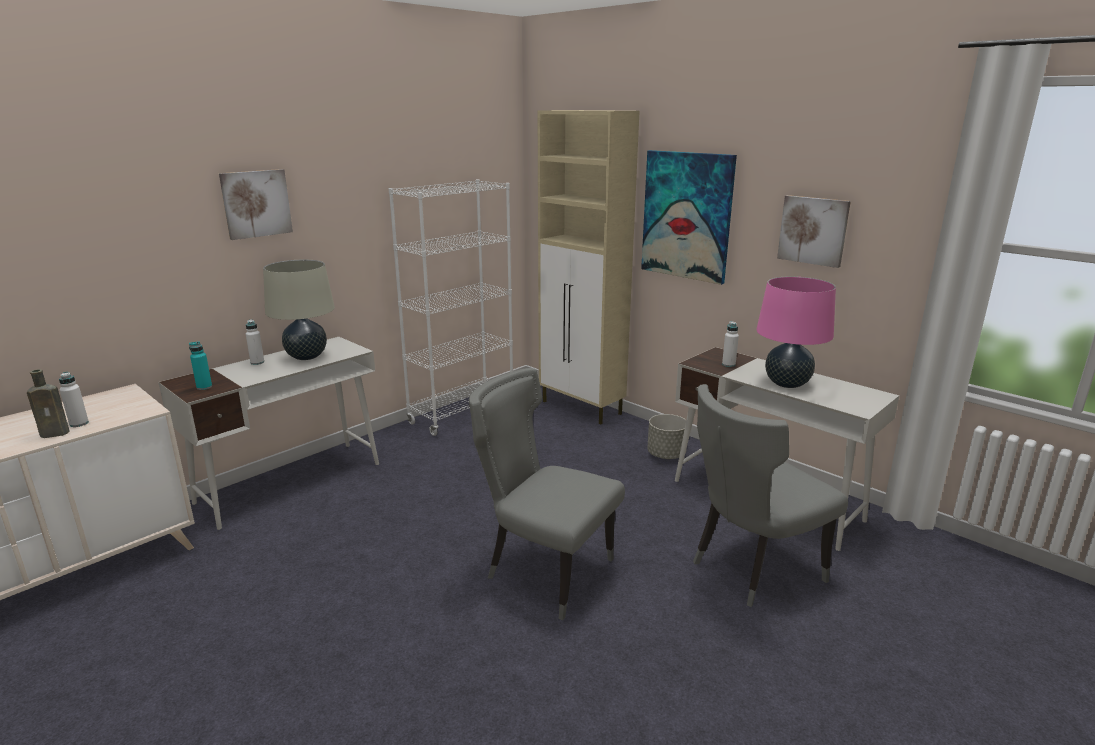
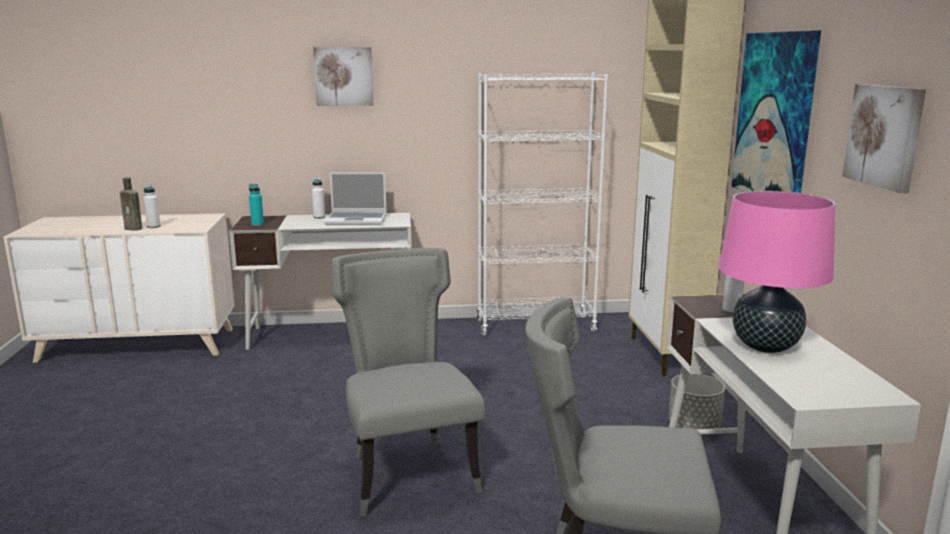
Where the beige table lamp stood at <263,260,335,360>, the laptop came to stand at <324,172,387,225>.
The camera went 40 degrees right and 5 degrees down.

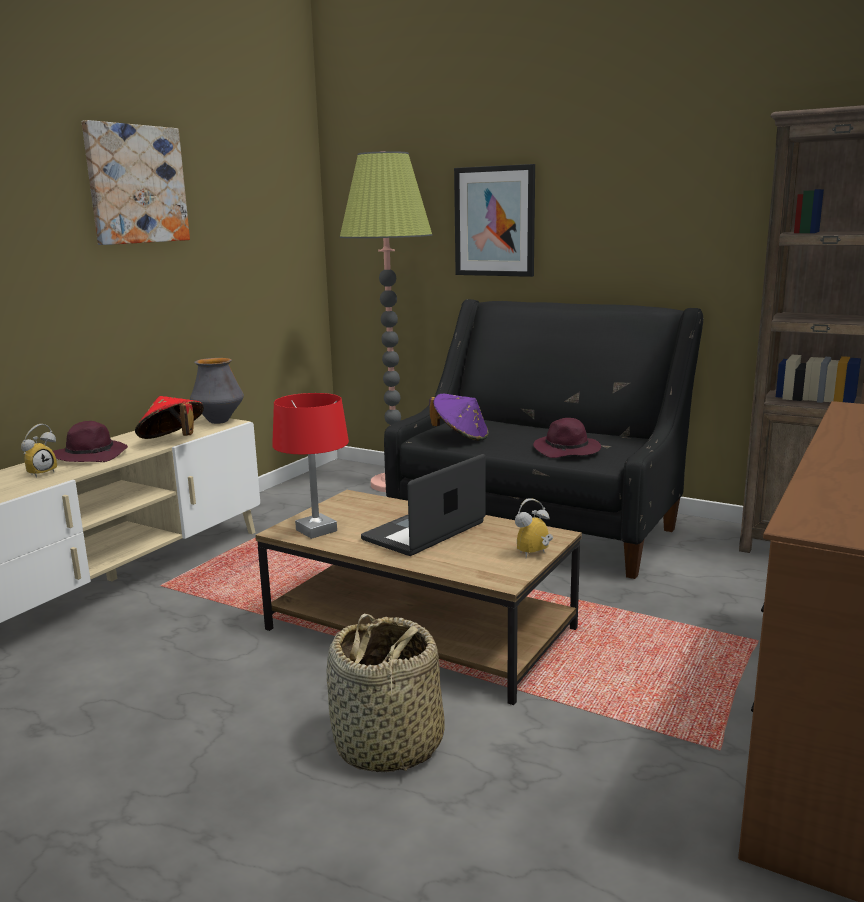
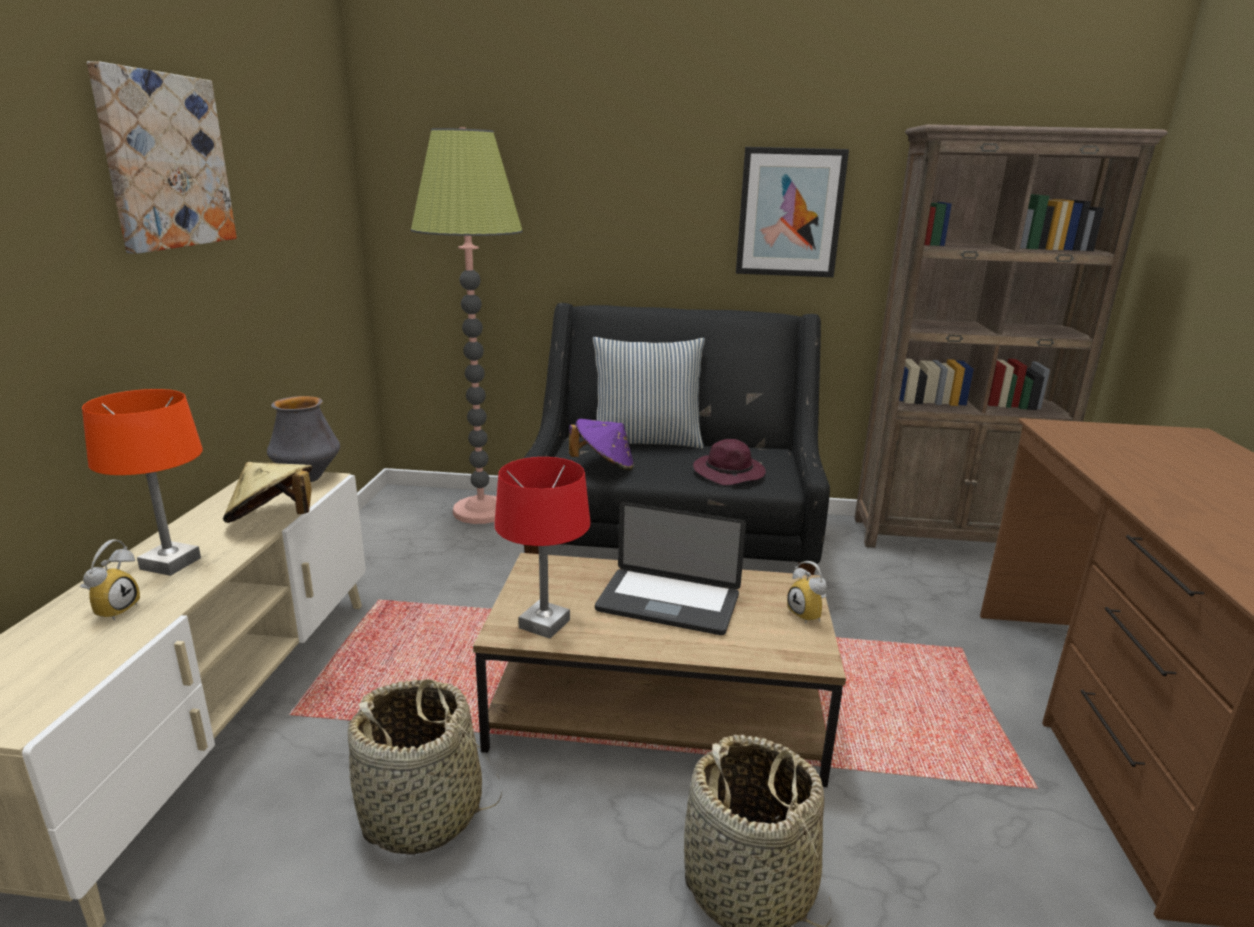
Where the purple hat stood at <53,421,128,462>, the orange table lamp came to stand at <82,389,203,576>.
What was the red hat at <135,396,204,439> turned into the beige hat at <223,462,312,523>.
The second view gained the basket at <347,679,502,854>.
The second view gained the pillow at <593,337,705,449>.
The laptop at <361,454,486,556> ended up facing another way, 90 degrees counterclockwise from before.
The picture ended up elsewhere, having gone from <454,164,535,277> to <736,147,849,277>.
The alarm clock at <515,498,553,558> ended up facing another way, 60 degrees counterclockwise from before.
The camera went 25 degrees left and 5 degrees up.

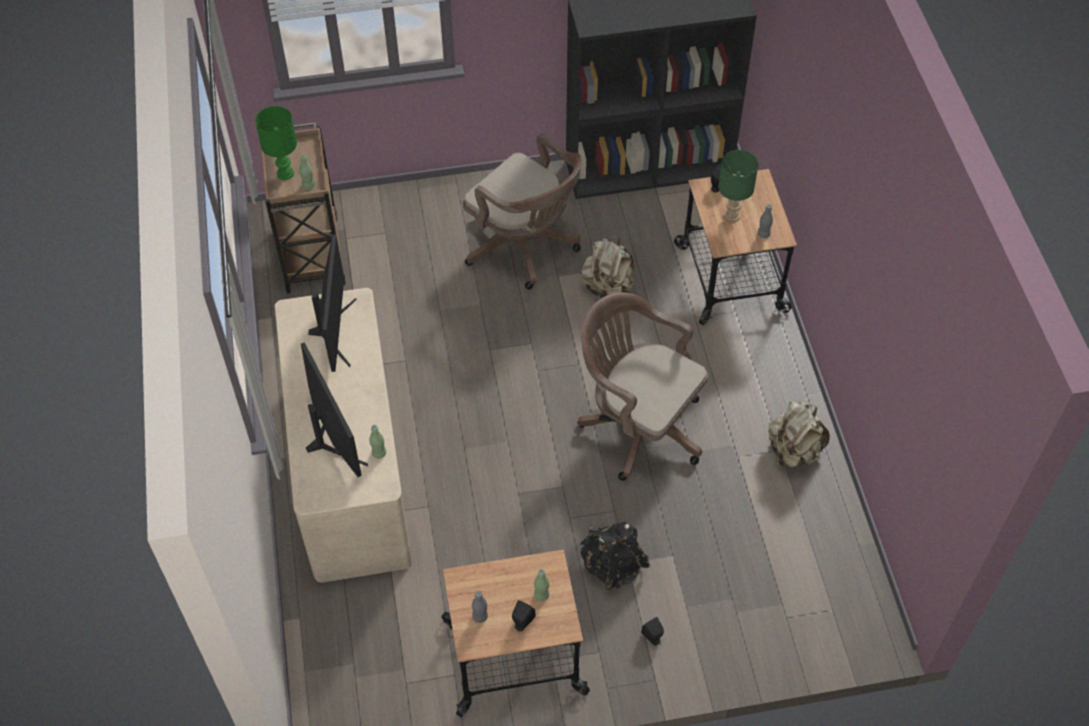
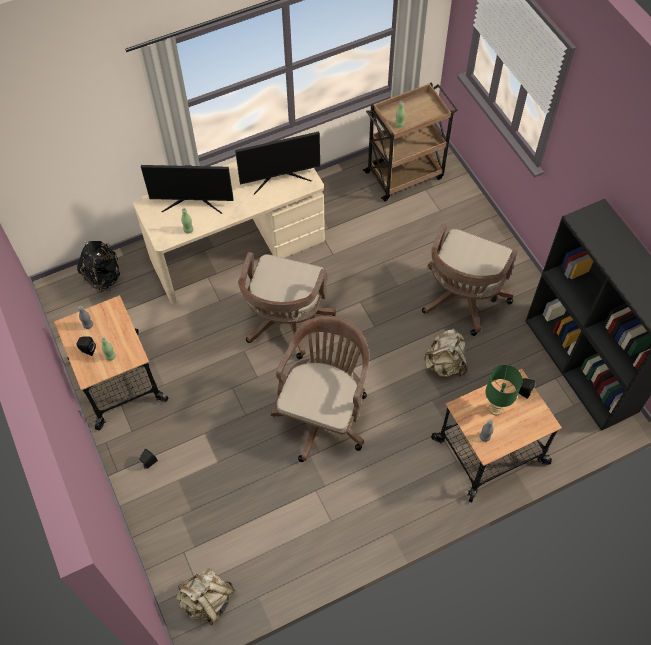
The black backpack ended up elsewhere, having gone from <580,522,650,591> to <77,241,120,293>.
The monitor at <301,342,368,477> ended up facing another way, 45 degrees clockwise from before.
The beige backpack ended up elsewhere, having gone from <768,402,830,467> to <176,569,235,625>.
The second view gained the brown office chair at <238,252,336,359>.
The second view lost the green table lamp at <255,106,297,180>.
The camera went 75 degrees right and 5 degrees up.

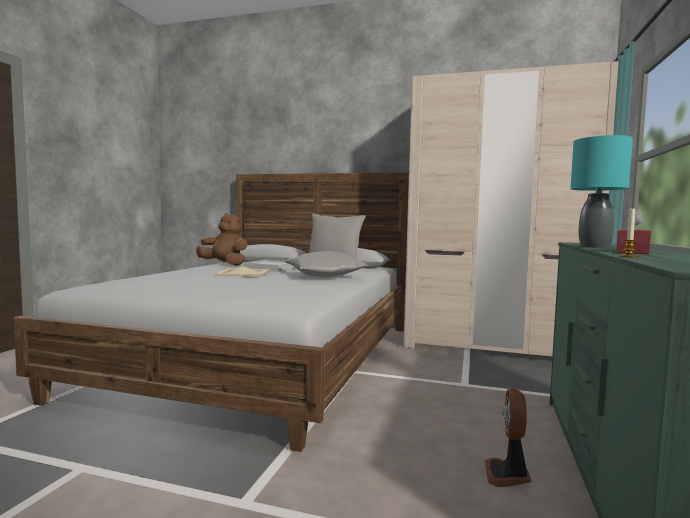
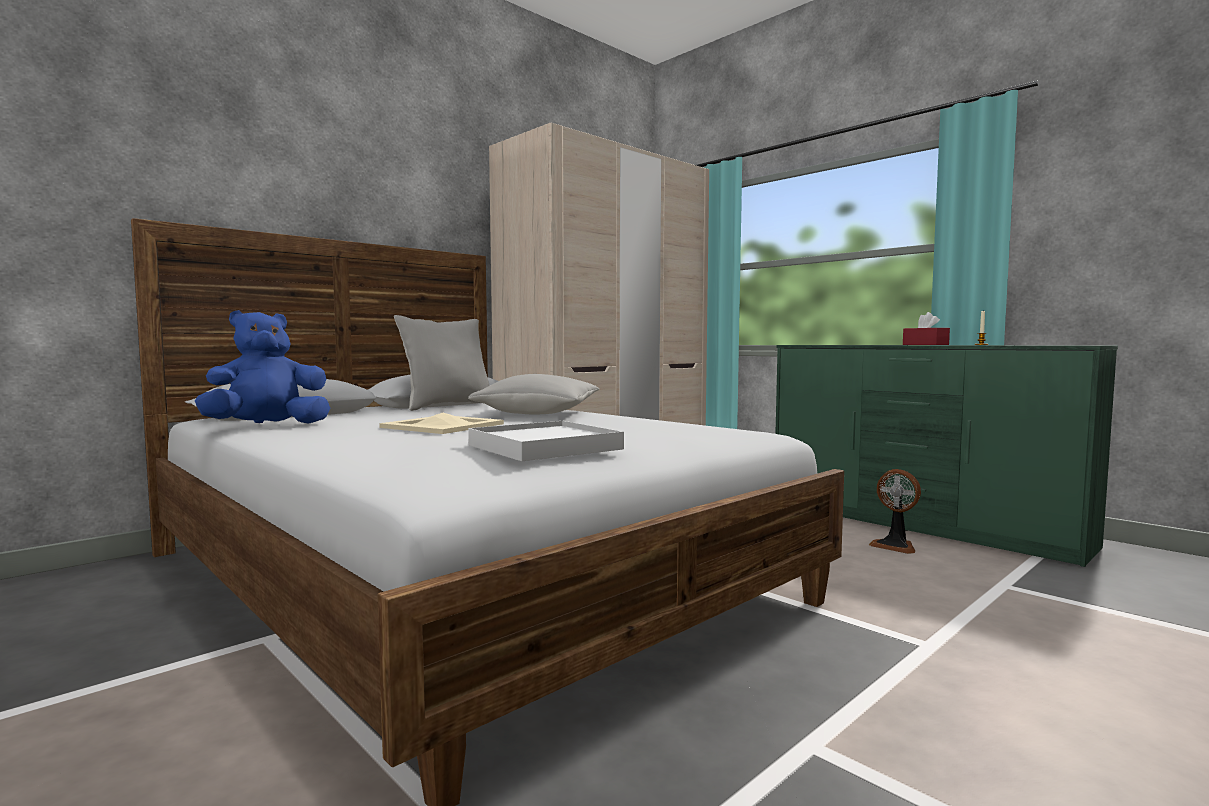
What was the brown plush toy at <196,213,247,266> turned into the blue plush toy at <195,310,330,424>.
The white tray ended up elsewhere, having gone from <243,260,295,272> to <468,421,624,461>.
The second view lost the turquoise table lamp at <570,135,633,248>.
The camera went 60 degrees left and 0 degrees up.

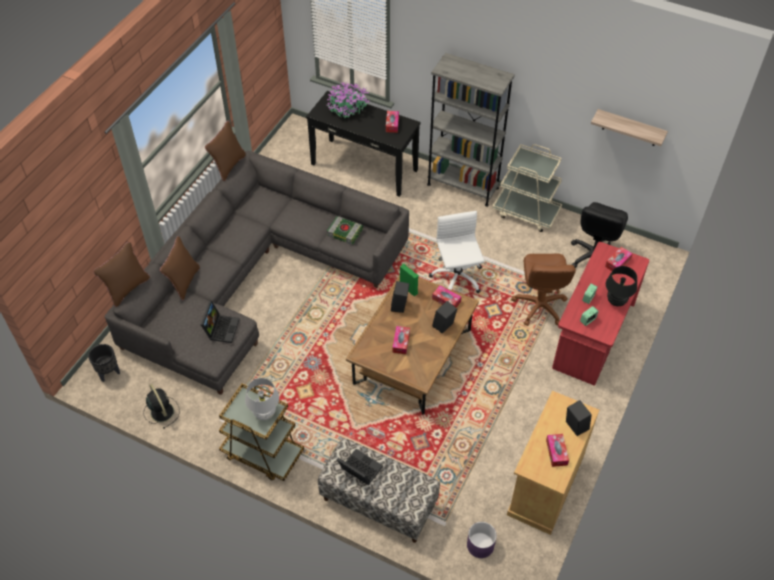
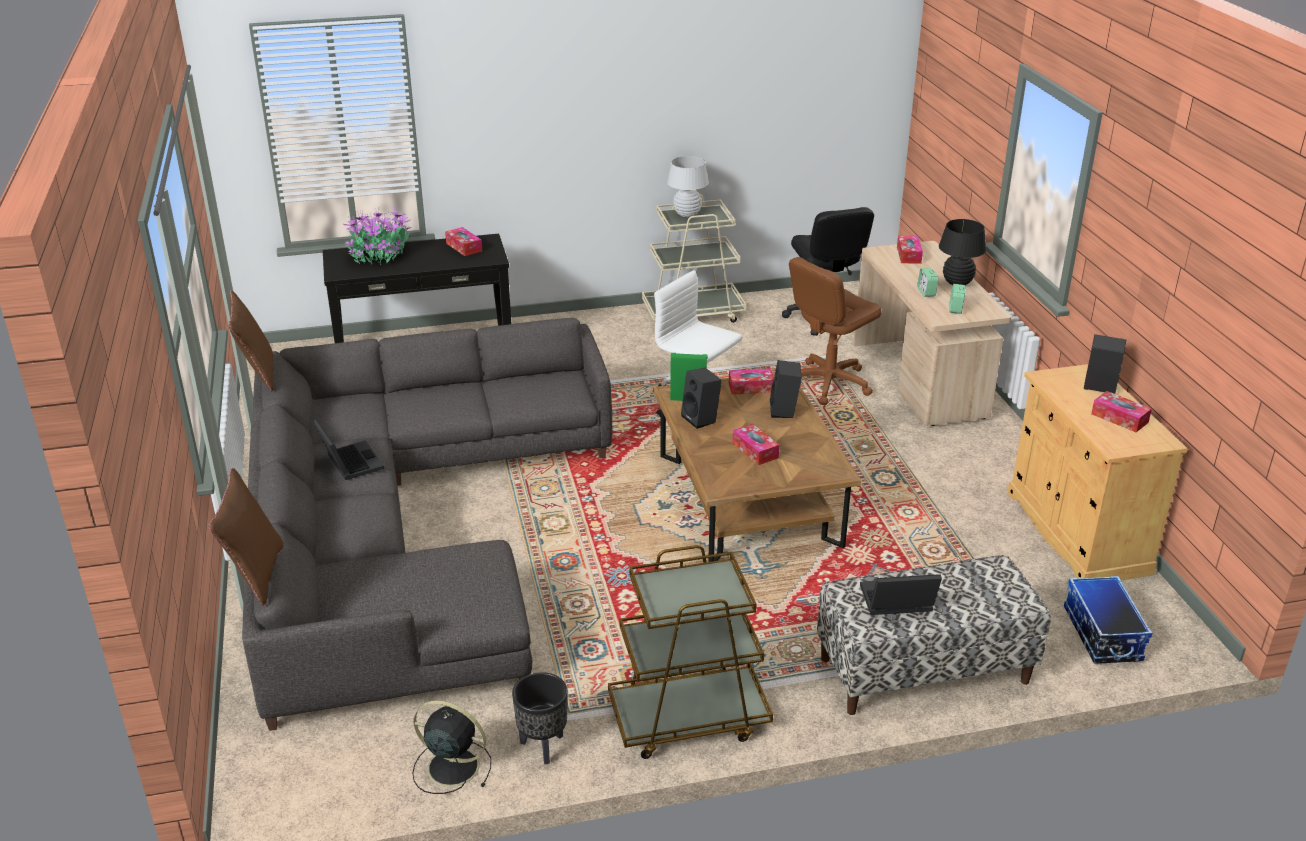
The laptop ended up elsewhere, having gone from <201,301,240,343> to <313,419,384,480>.
The black planter ended up elsewhere, having gone from <88,344,120,382> to <512,672,568,765>.
The white table lamp ended up elsewhere, having gone from <245,378,279,420> to <667,156,709,217>.
The brown office chair at <511,254,576,326> ended up facing another way, 90 degrees clockwise from before.
What was the red desk at <552,242,649,386> turned into the beige desk at <853,241,1012,426>.
Where the purple planter stood at <467,522,497,558>, the storage box came to stand at <1064,576,1153,664>.
The second view lost the brown pillow at <160,236,200,300>.
The second view lost the book at <327,216,363,245>.
The second view lost the grey bookcase at <427,53,515,207>.
The second view lost the shelf at <591,109,668,146>.
The camera went 40 degrees left and 20 degrees down.

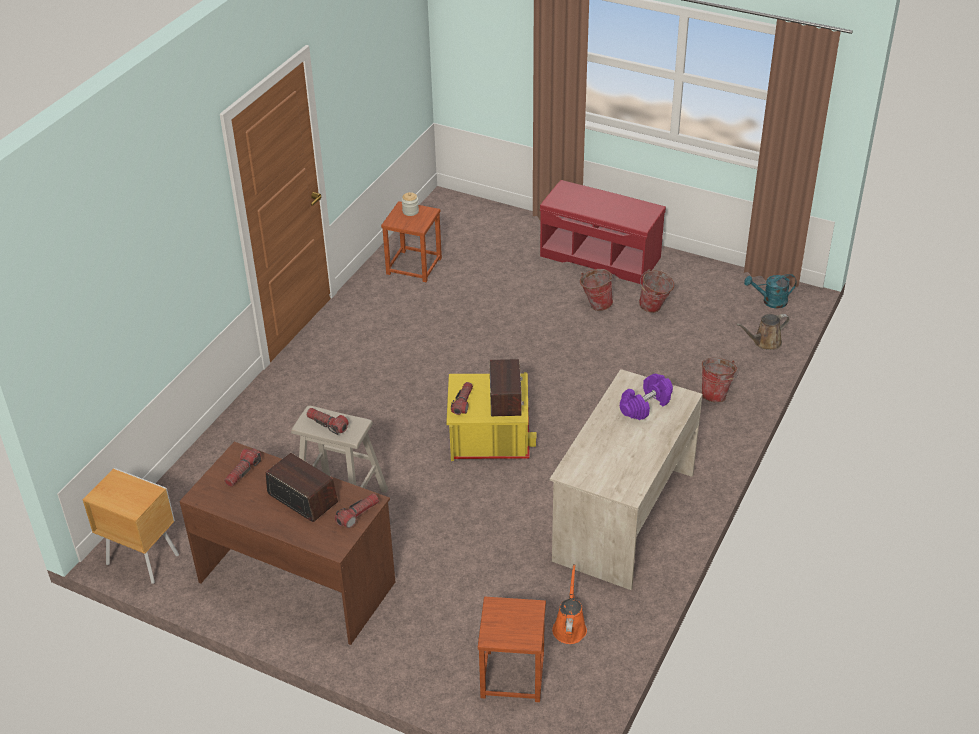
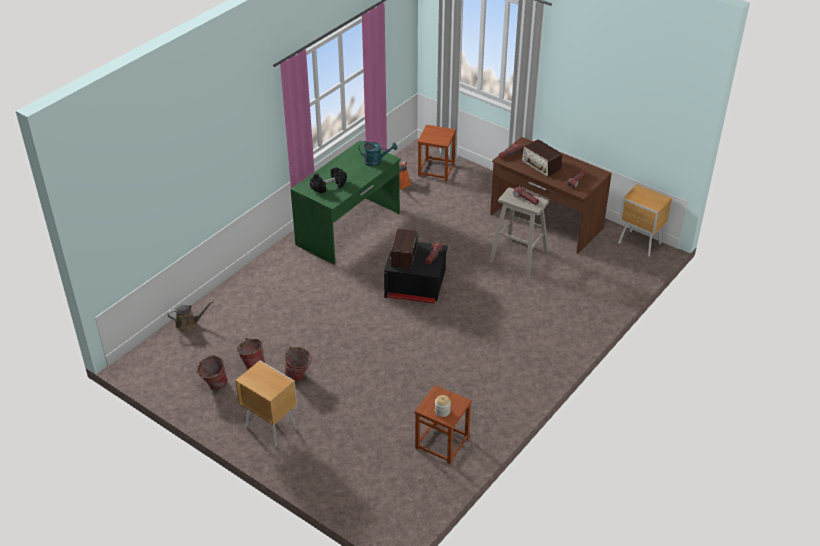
The bucket ended up elsewhere, having gone from <702,358,738,403> to <196,355,227,390>.
Where the red bench stood at <540,180,666,284>, the brown nightstand came to stand at <235,361,297,447>.
What was the beige desk at <550,369,703,590> turned into the green desk at <291,140,401,265>.
What was the purple dumbbell at <620,374,673,420> turned into the black dumbbell at <310,167,347,194>.
The turquoise watering can ended up elsewhere, having gone from <744,274,797,308> to <359,141,397,166>.
What was the yellow storage box at <446,372,537,461> turned into the black storage box at <384,242,448,304>.
The camera went 170 degrees left and 0 degrees up.

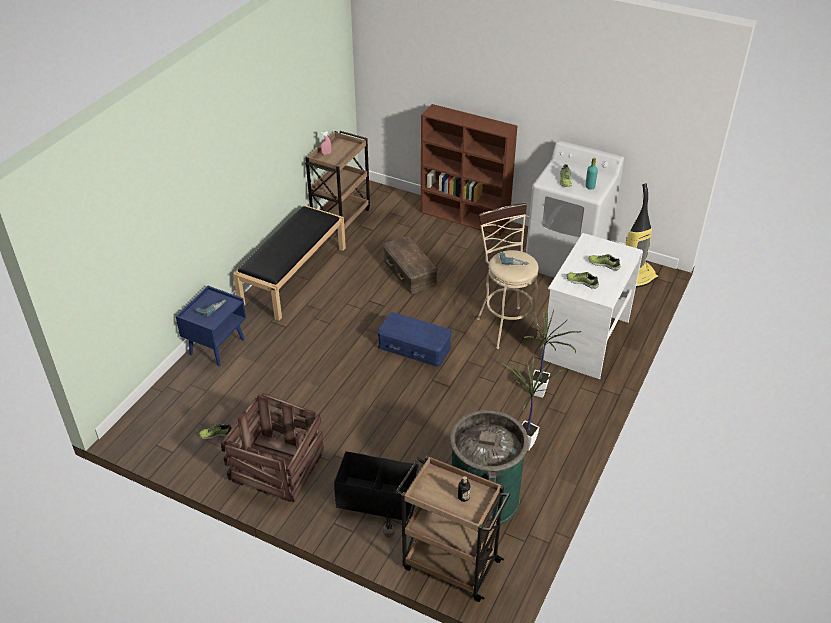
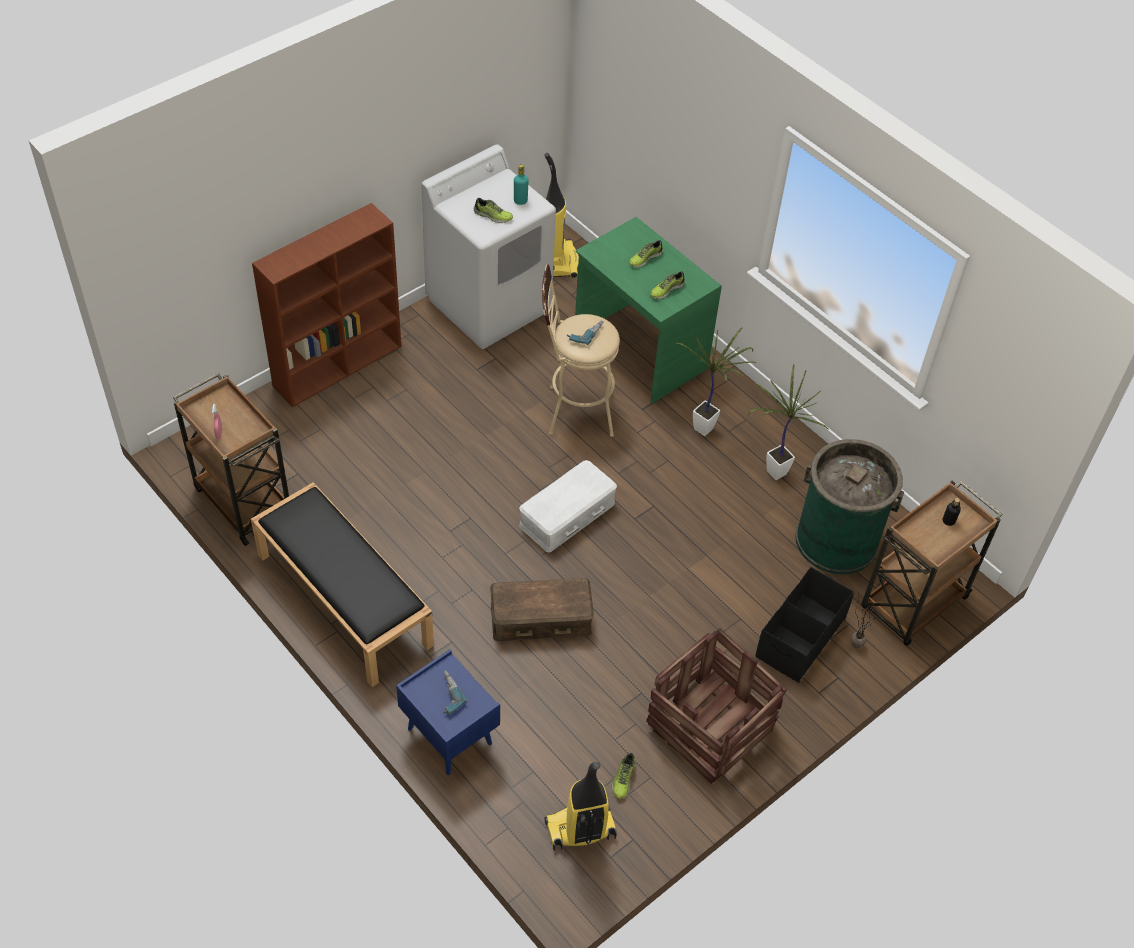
The brown storage box ended up elsewhere, having gone from <383,236,438,294> to <490,578,594,641>.
What was the blue storage box at <377,312,452,367> turned into the white storage box at <519,460,617,553>.
The second view gained the vacuum cleaner at <544,762,617,851>.
What was the white desk at <542,233,643,379> turned into the green desk at <575,217,722,404>.
The camera went 70 degrees left and 10 degrees up.

